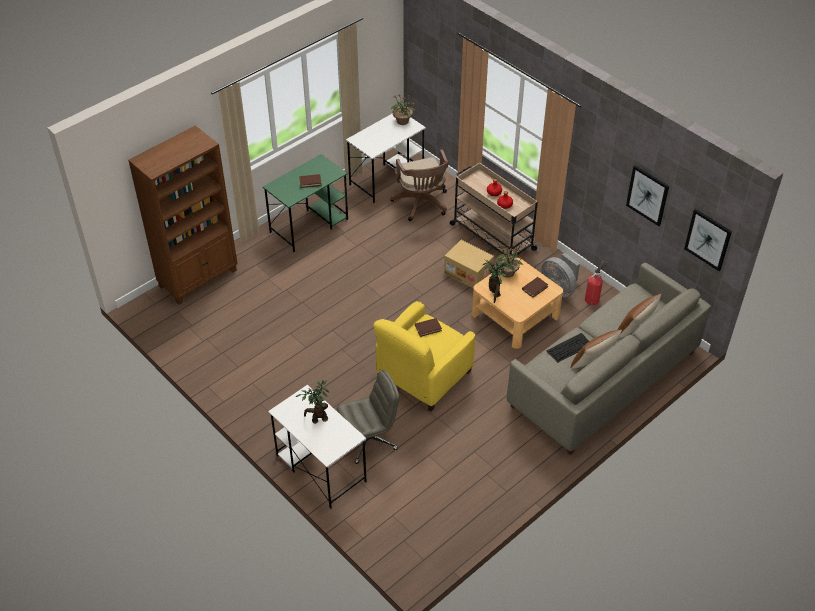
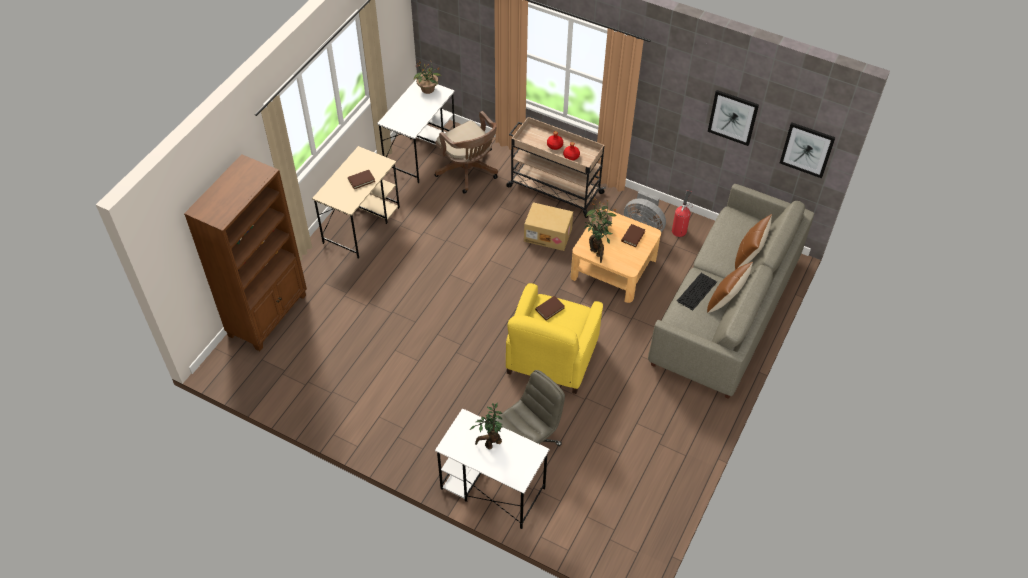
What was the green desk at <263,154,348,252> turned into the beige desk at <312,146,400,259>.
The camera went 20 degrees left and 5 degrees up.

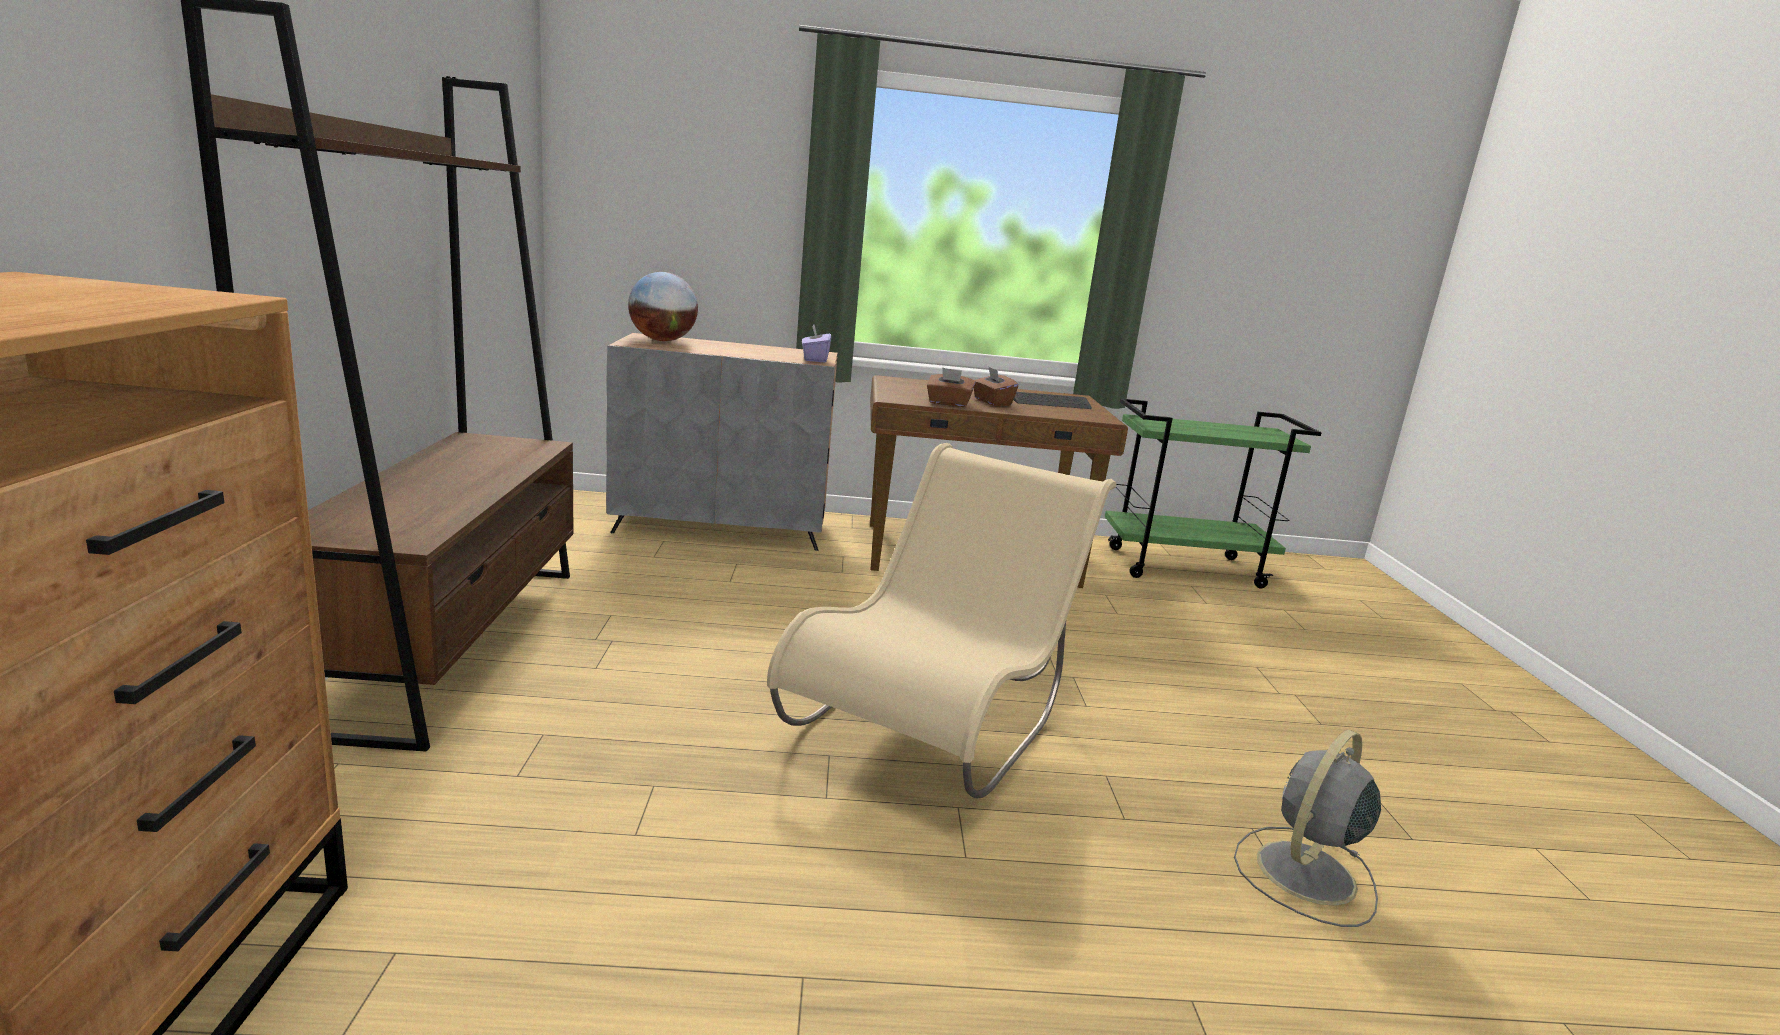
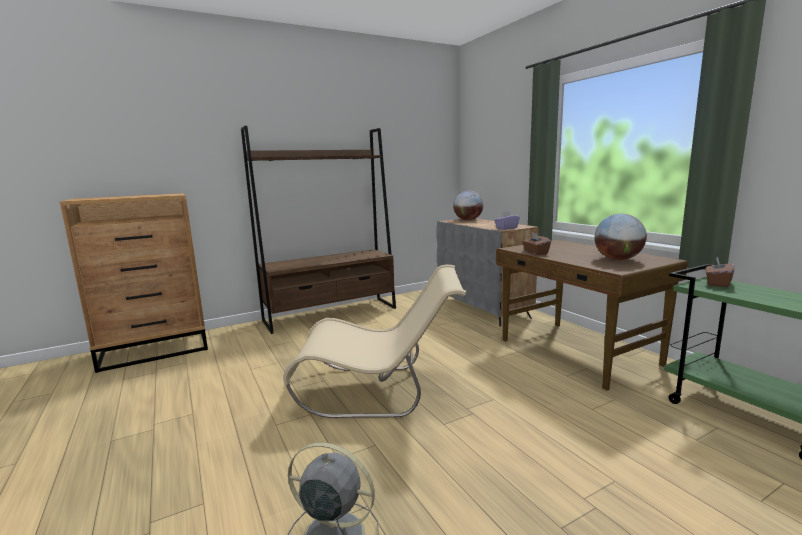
Where the keyboard stood at <1014,392,1092,409>, the globe came to stand at <594,214,647,260>.
The brown tissue box ended up elsewhere, having gone from <974,366,1018,406> to <706,256,734,287>.
The camera went 65 degrees right and 5 degrees down.

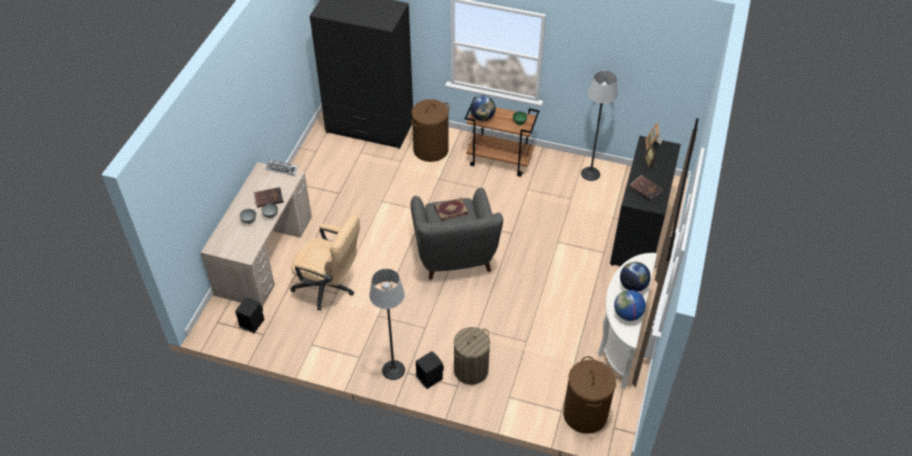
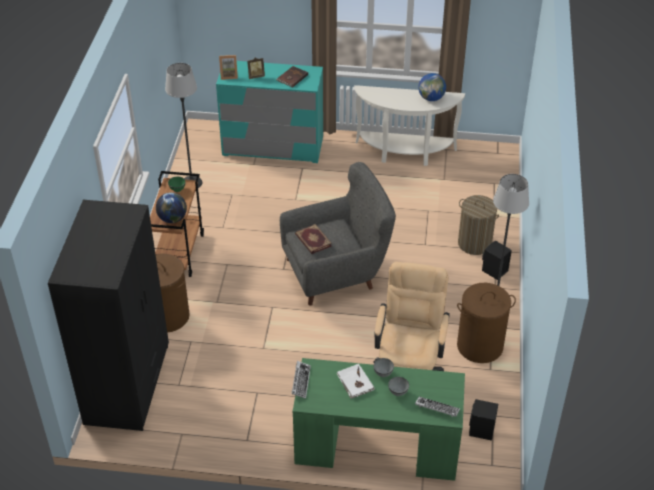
What was the black dresser at <610,136,681,266> turned into the turquoise dresser at <216,61,323,163>.
What was the beige desk at <201,162,312,307> turned into the green desk at <293,358,465,481>.
What was the brown book at <253,187,284,208> turned into the white book at <337,364,375,399>.
The second view gained the keyboard at <415,397,460,417>.
The brown laundry basket ended up elsewhere, having gone from <563,356,616,434> to <457,283,516,363>.
The second view lost the globe at <620,262,651,292>.
The camera went 100 degrees left and 5 degrees down.

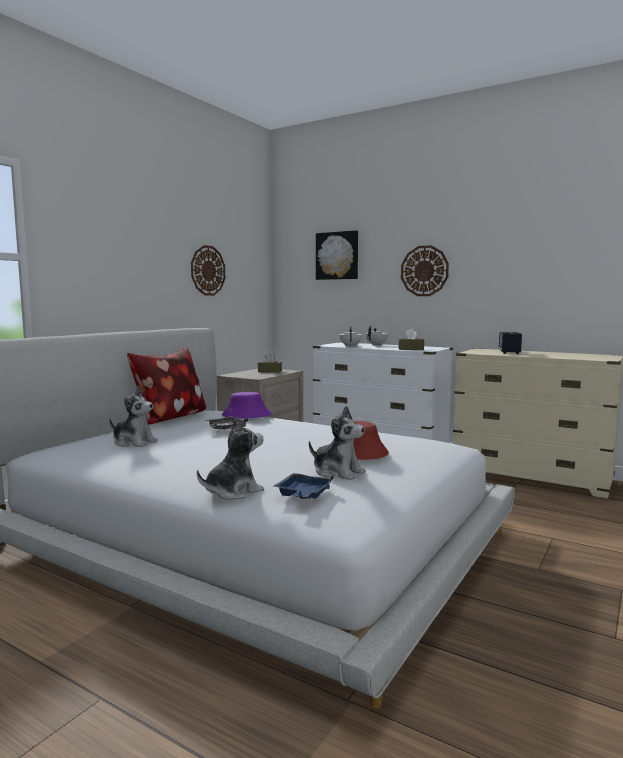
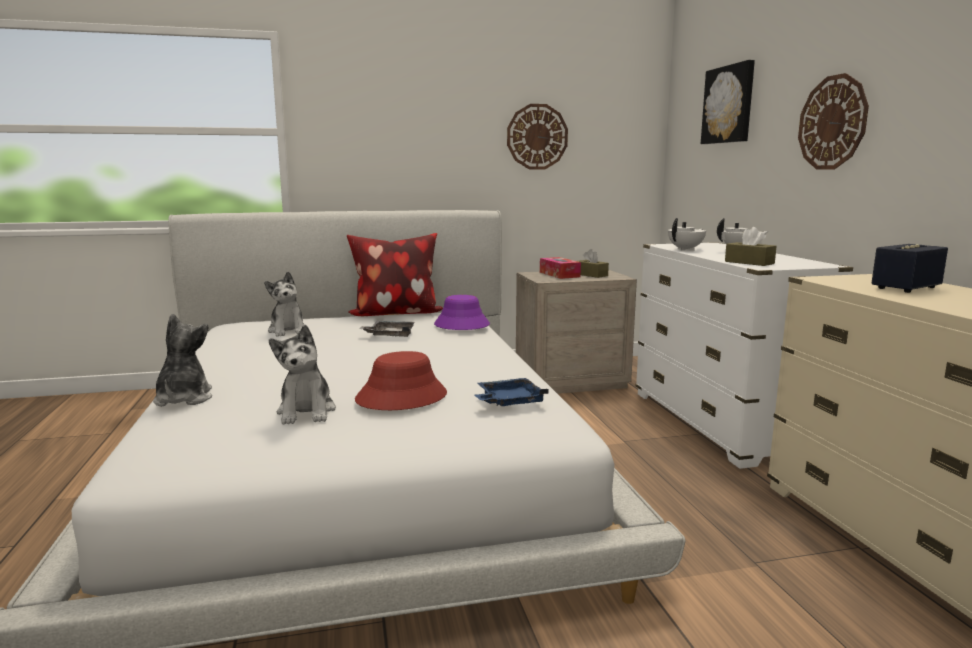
The plush toy at <197,417,264,500> ended up facing another way, 105 degrees counterclockwise from before.
The blue tray ended up elsewhere, having gone from <274,473,334,499> to <475,378,548,406>.
The second view gained the tissue box at <540,257,581,279>.
The camera went 45 degrees right and 5 degrees up.

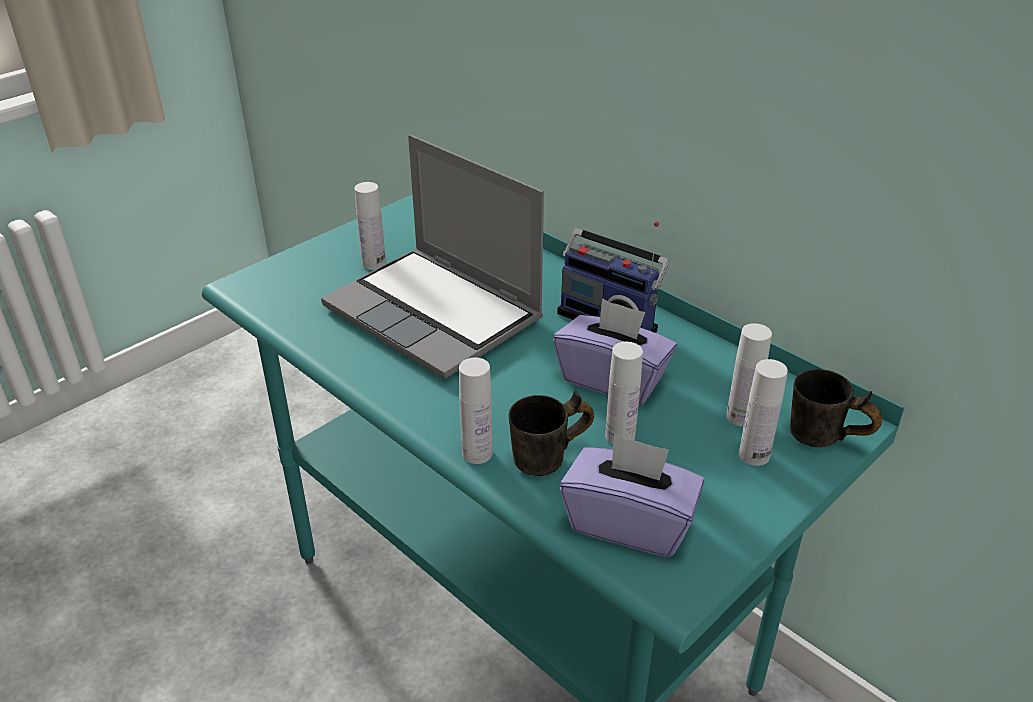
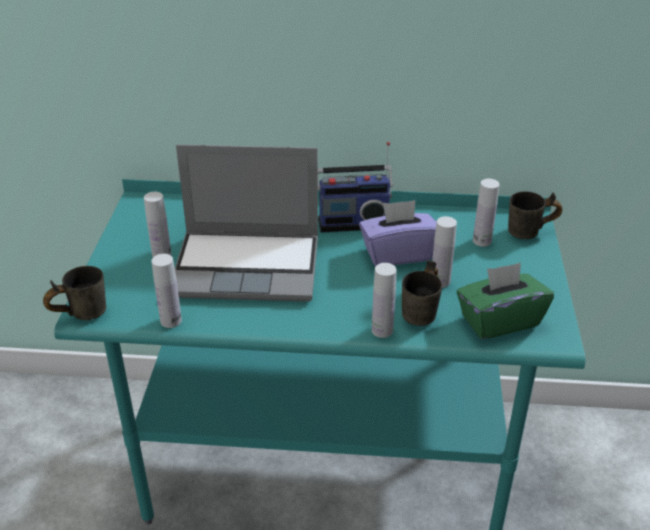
The second view gained the grey mug at <43,266,106,320>.
The white bottle ended up elsewhere, having gone from <739,359,788,466> to <151,254,182,328>.
What was the purple tissue box at <560,433,704,557> turned into the green tissue box at <457,263,554,339>.
The camera went 40 degrees left and 0 degrees up.

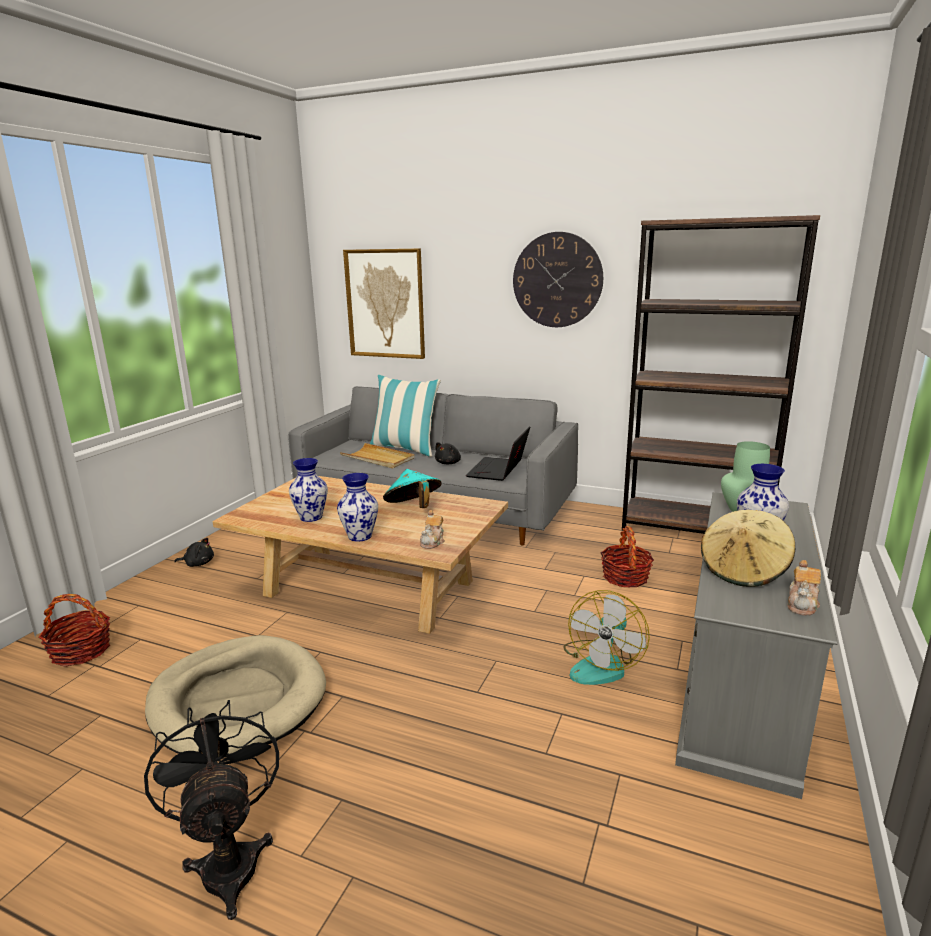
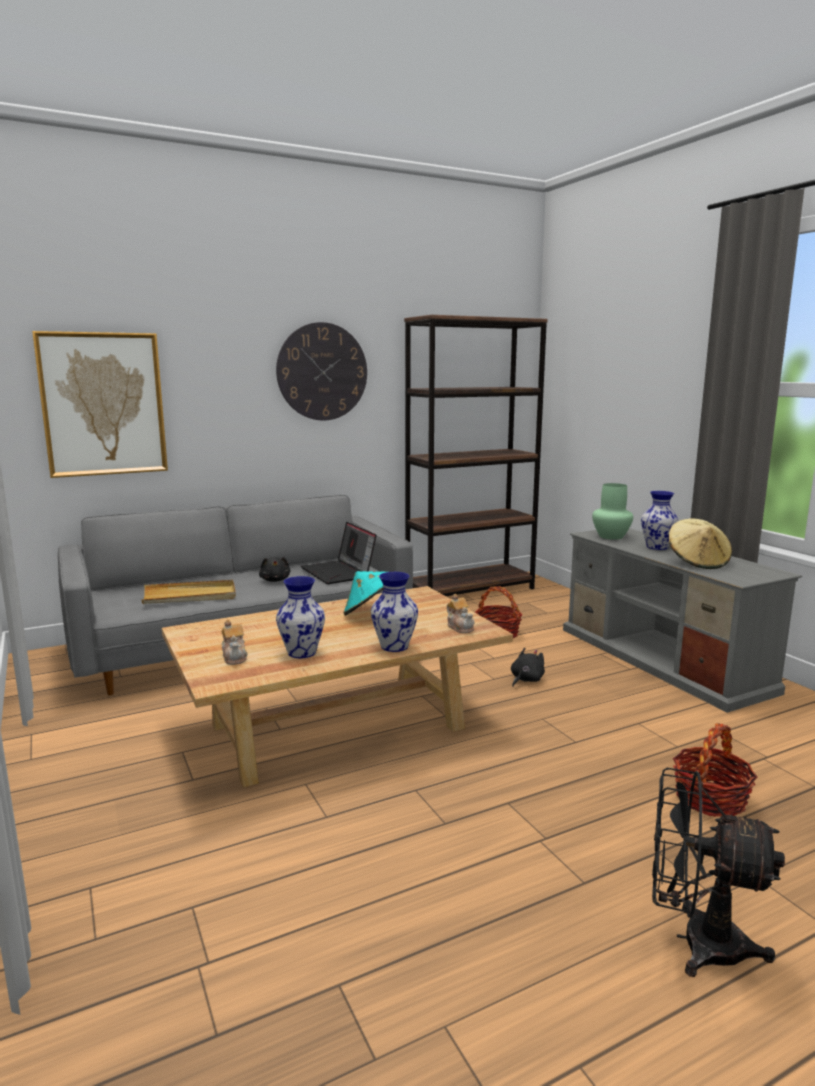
The teapot ended up elsewhere, having gone from <787,560,821,615> to <221,620,248,665>.
The black plush toy ended up elsewhere, having gone from <174,538,214,567> to <511,648,545,687>.
The basket ended up elsewhere, having gone from <39,594,111,667> to <673,723,757,817>.
The second view lost the beige dog bed at <145,635,326,757>.
The second view lost the pillow at <370,375,441,457>.
The second view lost the fan at <563,590,650,685>.
The camera went 50 degrees left and 5 degrees down.

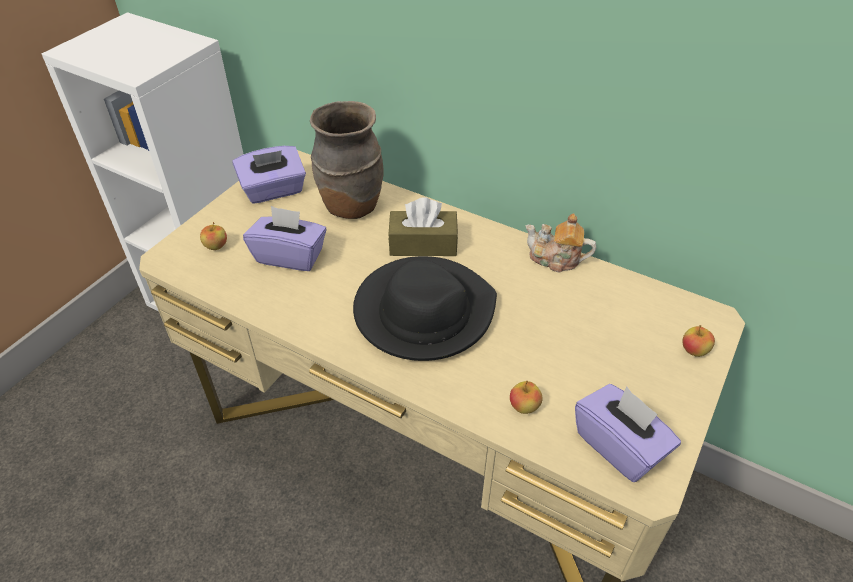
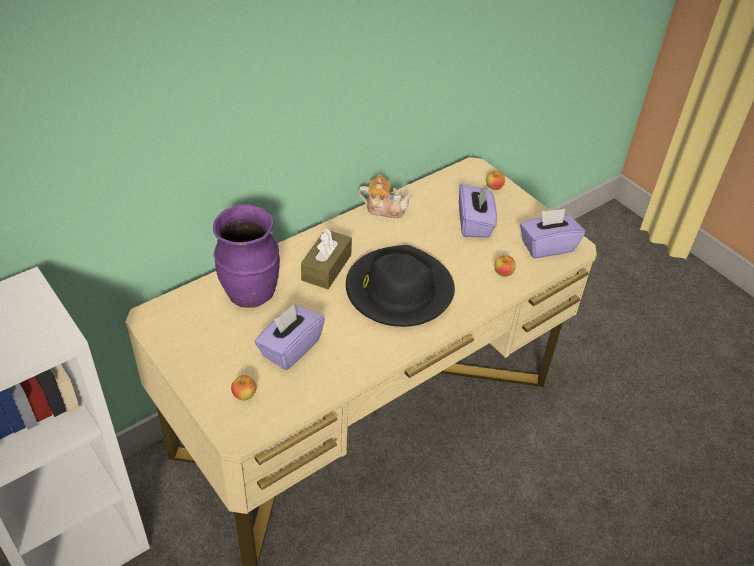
What was the brown vase at <310,101,384,219> turned into the purple vase at <213,204,280,308>.
The teapot at <525,213,596,272> ended up facing another way, 120 degrees counterclockwise from before.
The purple tissue box ended up elsewhere, having gone from <232,146,306,204> to <459,184,497,238>.
The camera went 70 degrees left and 0 degrees up.

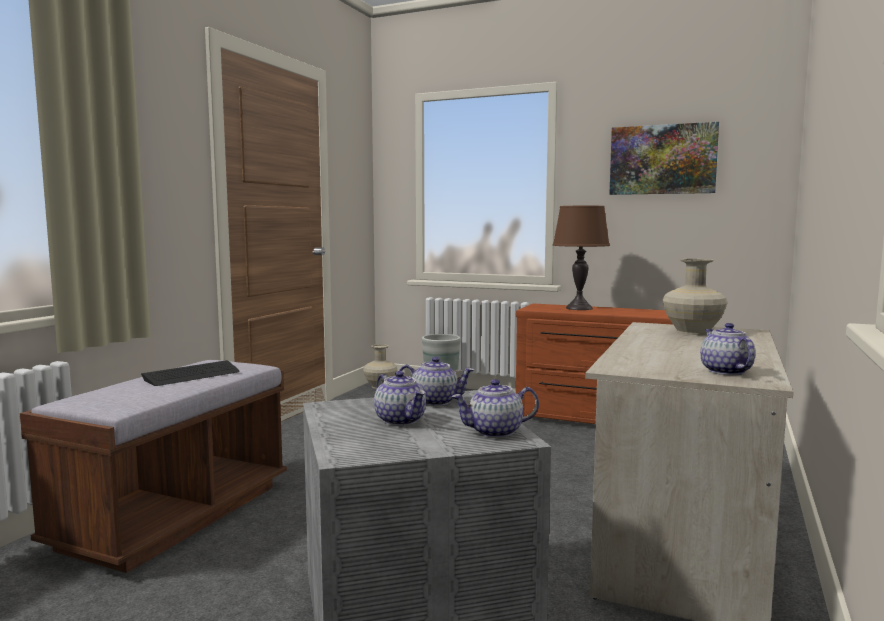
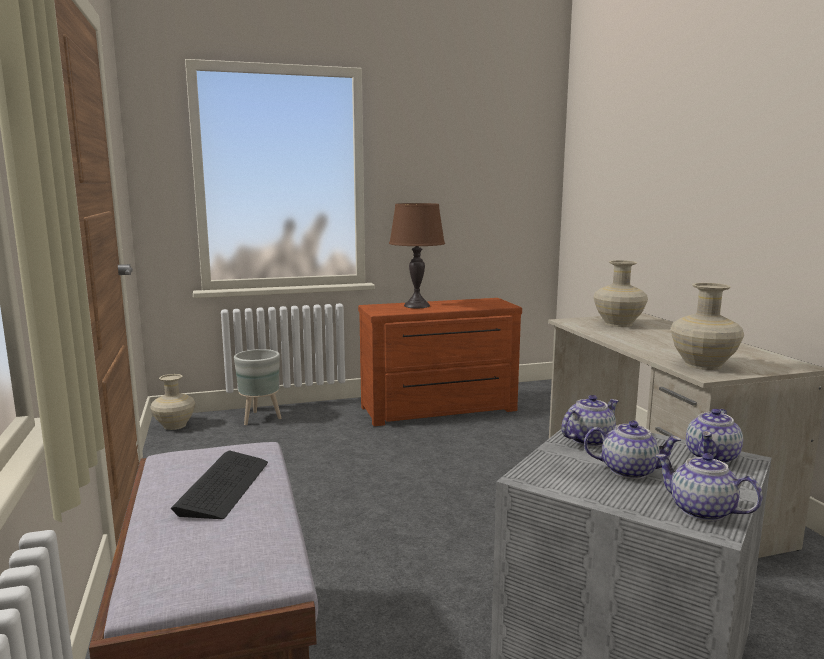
The teapot ended up elsewhere, having gone from <700,323,756,375> to <655,453,763,521>.
The second view gained the beige vase at <671,283,744,370>.
The second view lost the picture at <609,122,719,195>.
The camera went 40 degrees left and 5 degrees up.

